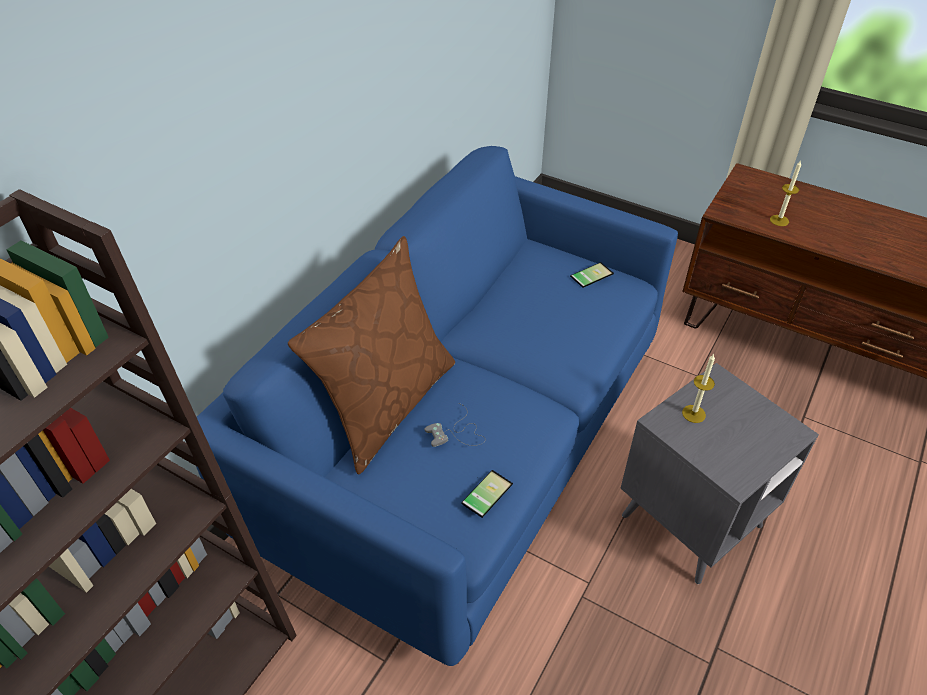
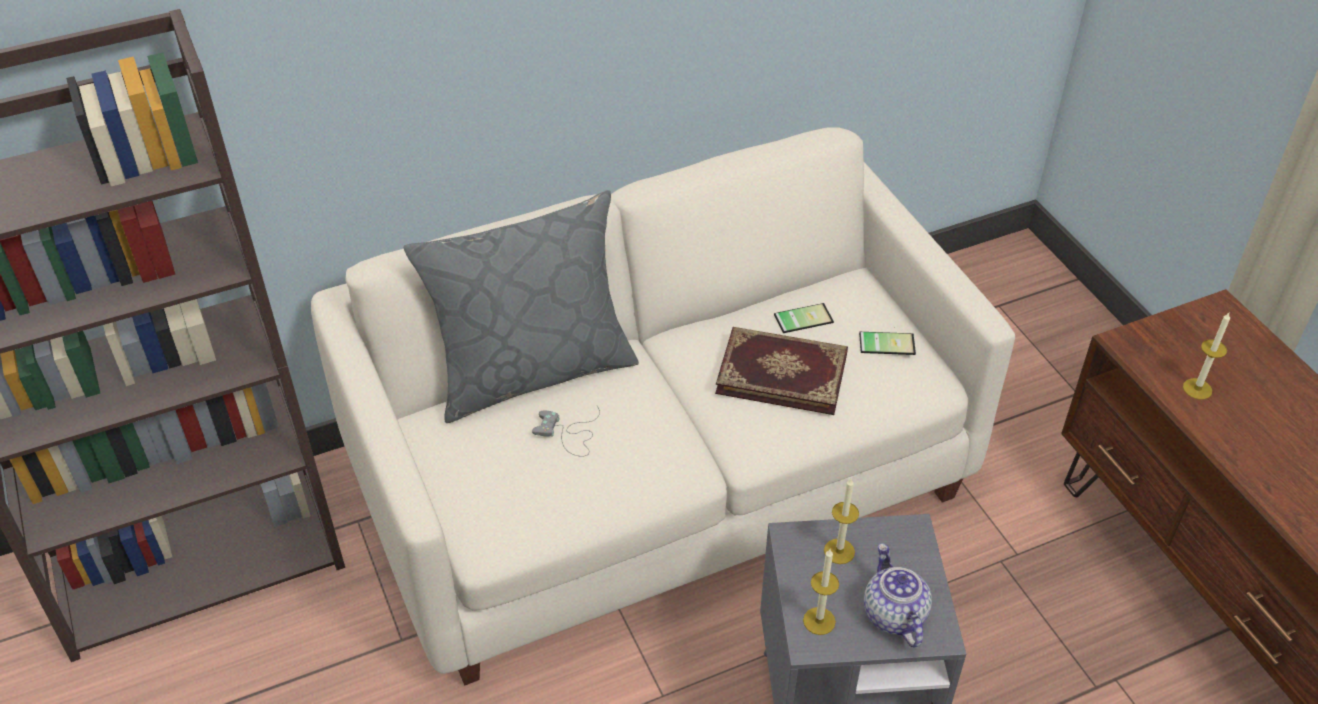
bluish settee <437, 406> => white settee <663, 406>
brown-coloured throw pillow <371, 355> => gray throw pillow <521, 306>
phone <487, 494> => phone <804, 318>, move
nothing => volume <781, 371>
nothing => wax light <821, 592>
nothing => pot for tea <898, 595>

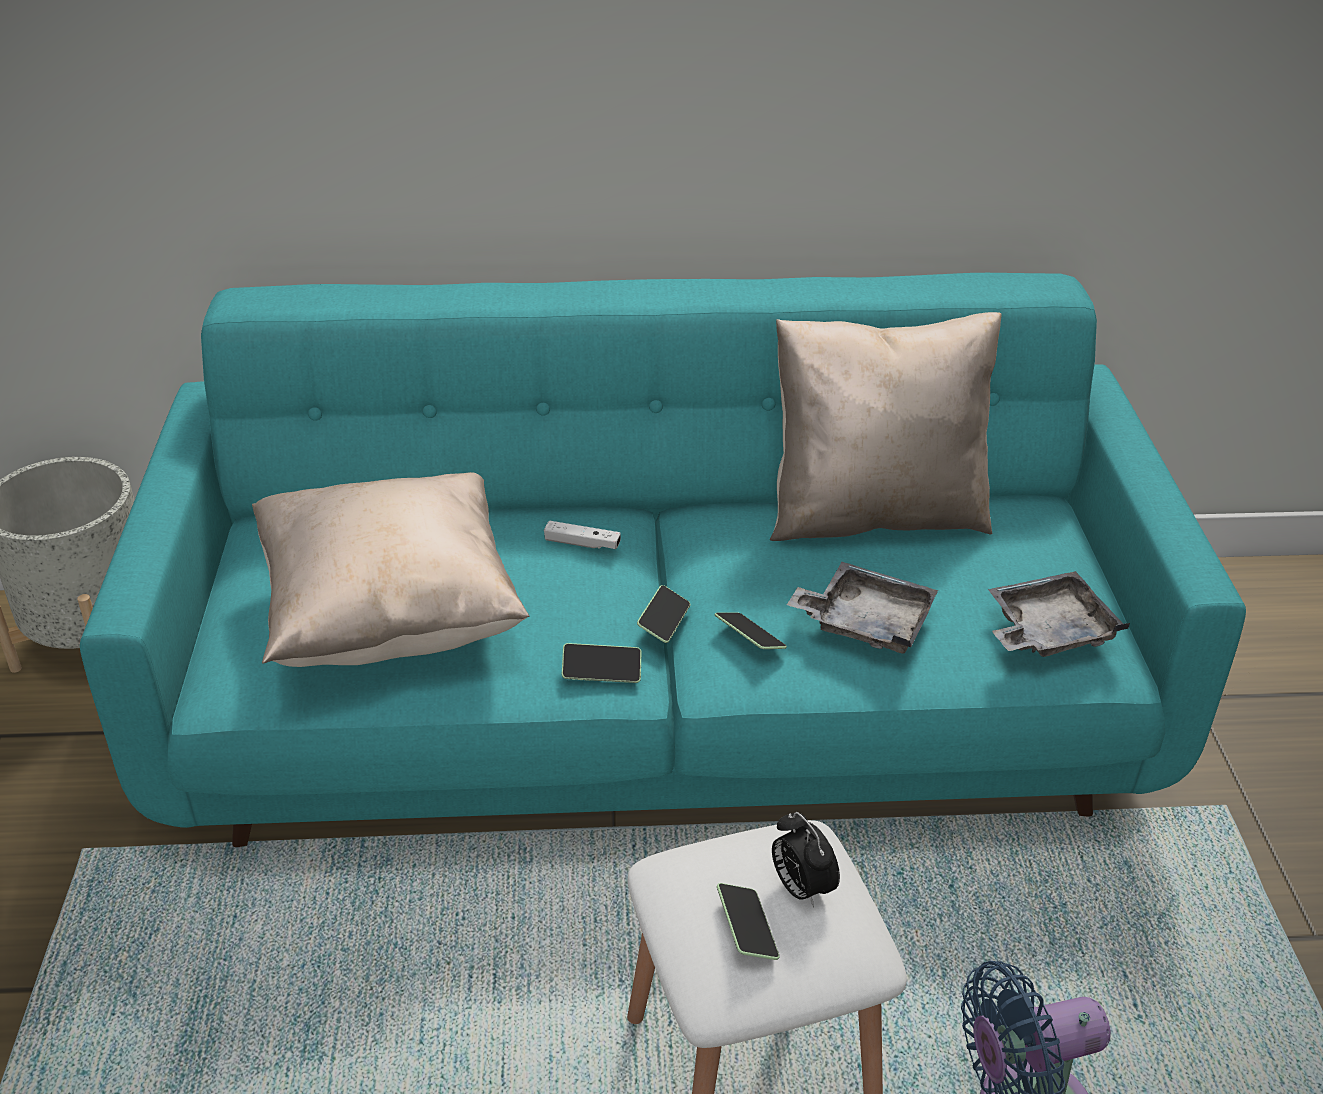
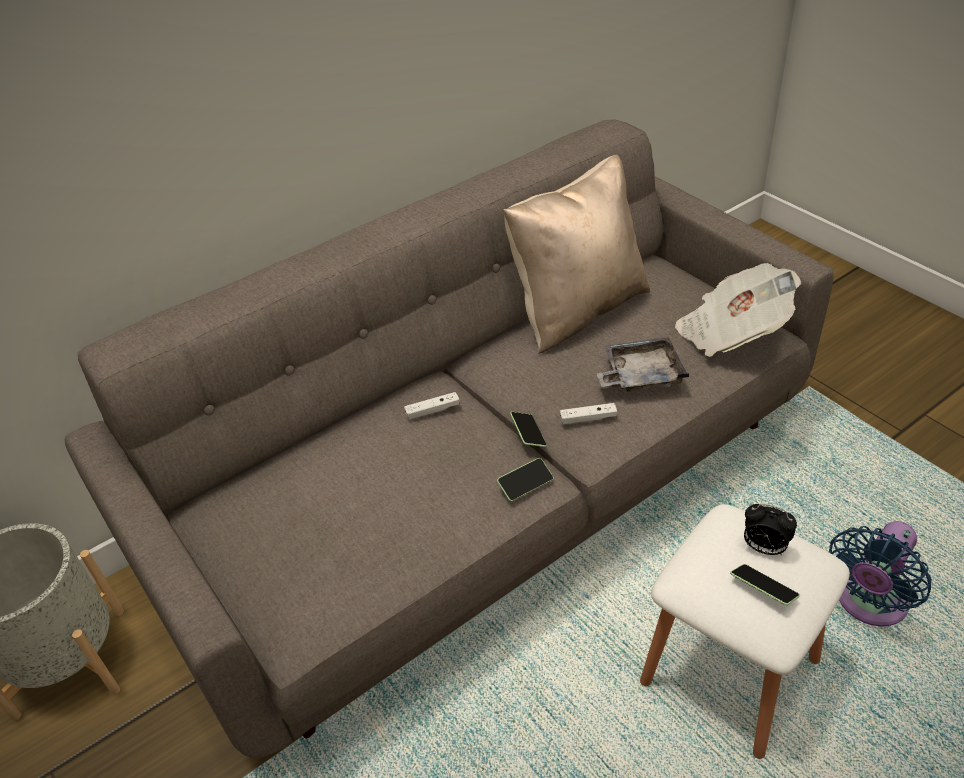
turquoise-coloured settee <663, 560> => gray settee <449, 438>
beige throw pillow <391, 569> => nothing
phone <751, 630> => white joypad <588, 414>
gray serving tray <1059, 614> => daily paper <738, 310>

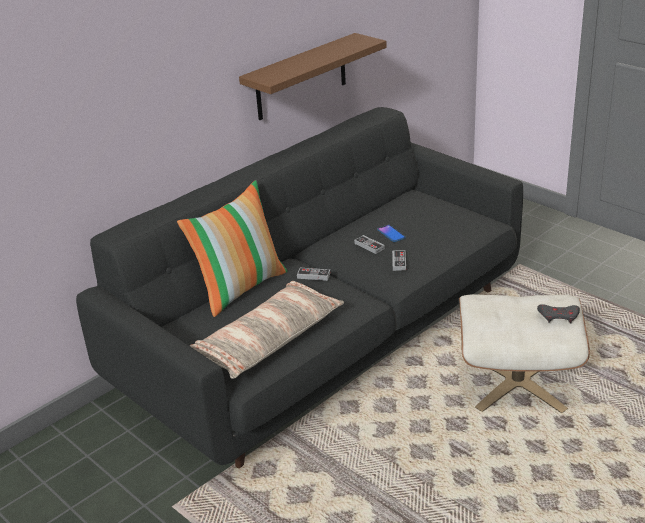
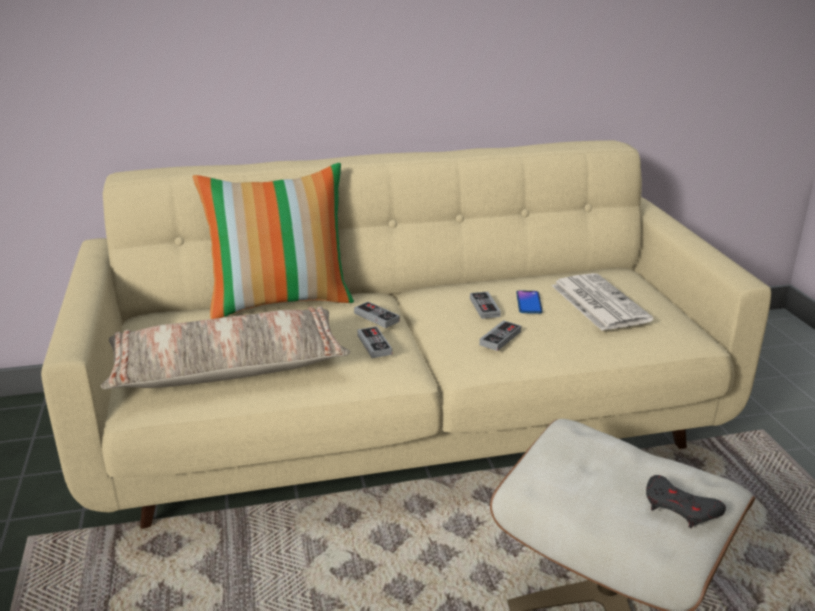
black-coloured settee <299, 287> => beige settee <406, 334>
brown-coloured wall shelf <313, 76> => nothing
nothing => joypad <374, 342>
nothing => daily paper <602, 302>

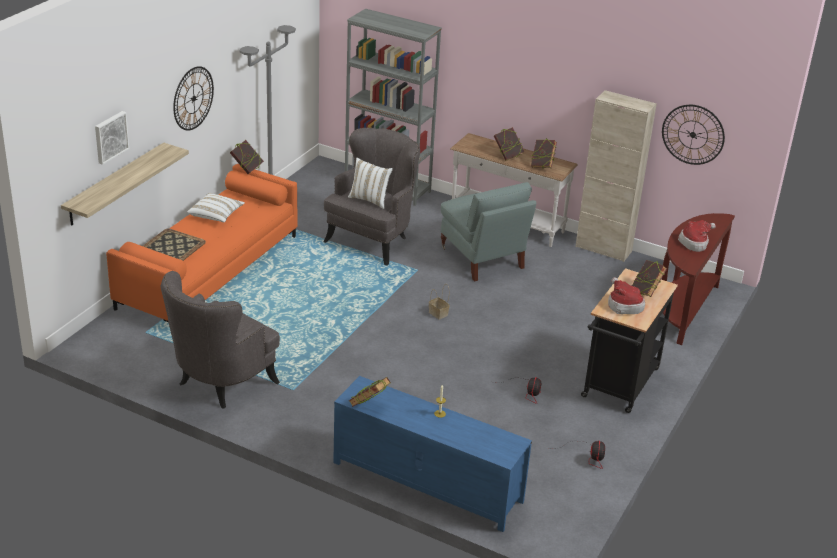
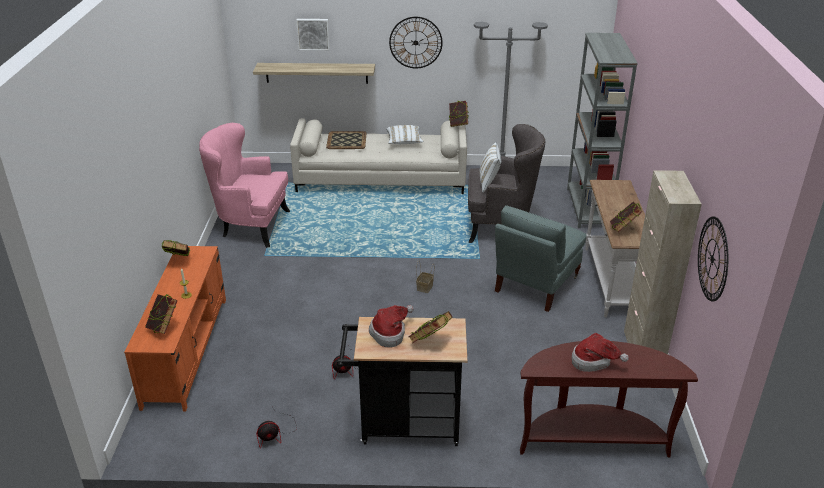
orange settee <201, 243> => beige settee <378, 156>
gray easy chair <220, 340> => pink-coloured easy chair <244, 185>
bluish media console <432, 454> => orange media console <175, 329>
volume <509, 144> => volume <161, 314>, move

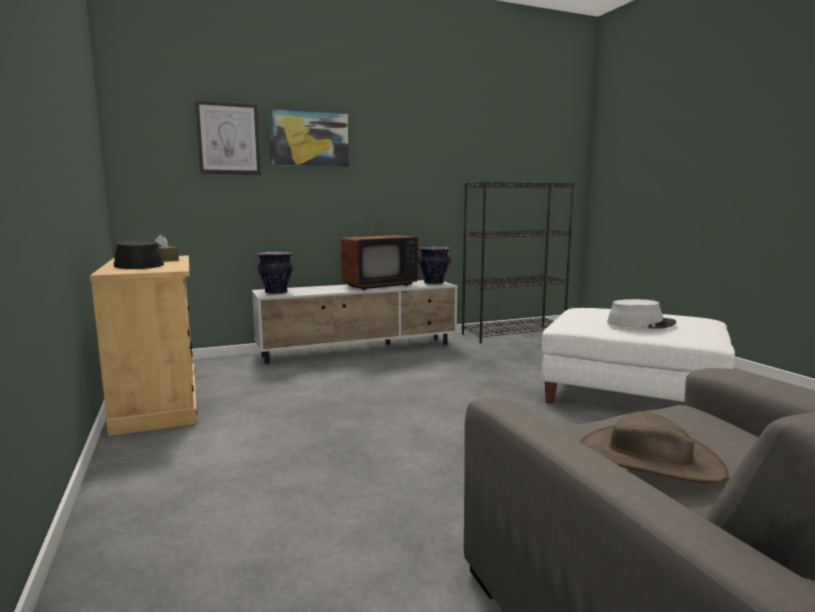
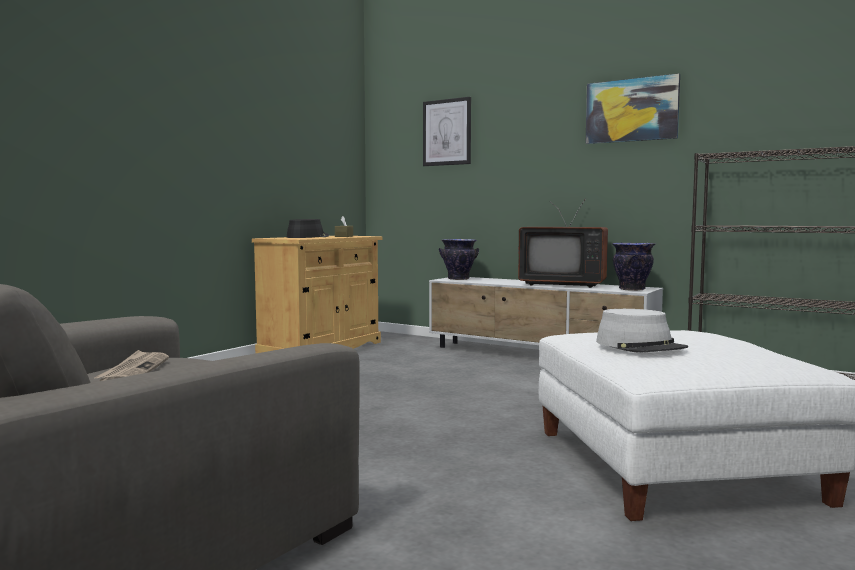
picture <308, 138> => picture <633, 108>, move
brown-coloured hat <654, 447> => daily paper <131, 365>

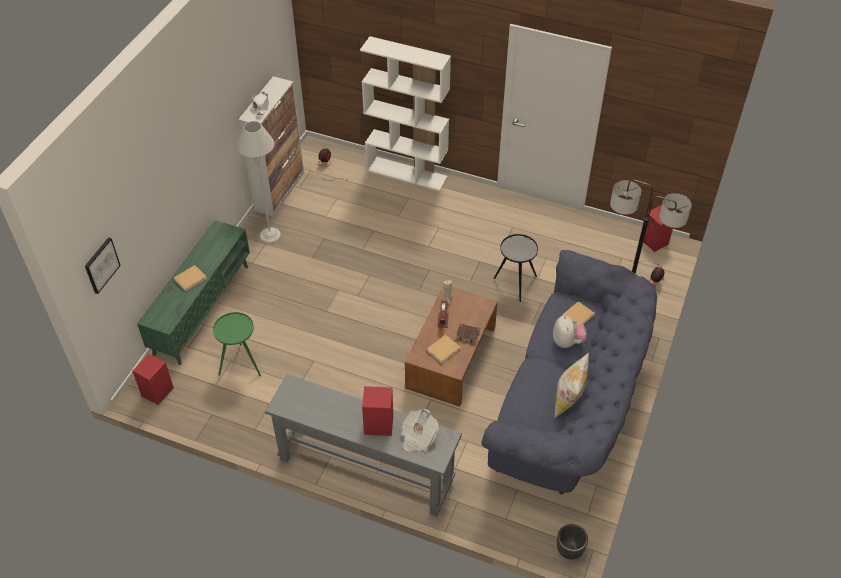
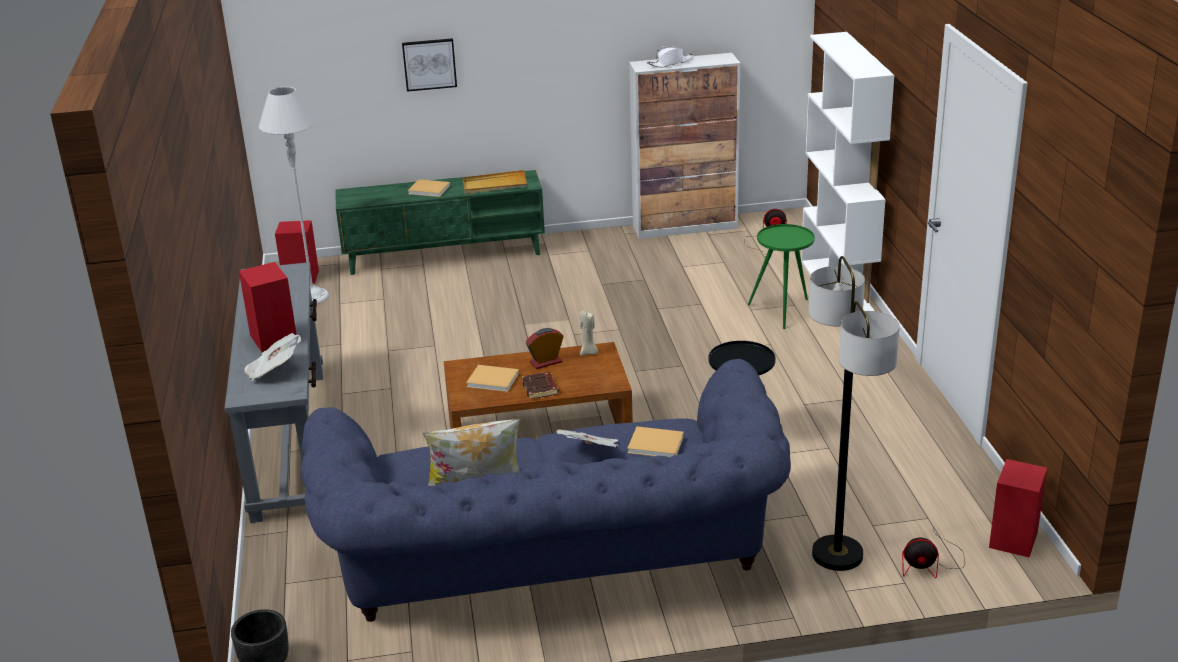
picture <103, 265> => picture <429, 65>, move
green-coloured end table <237, 344> => green-coloured end table <781, 276>, move
gray standard lamp <259, 182> => gray standard lamp <294, 195>, move
cuddly toy <570, 331> => daily paper <588, 438>
nothing => beige serving tray <495, 182>

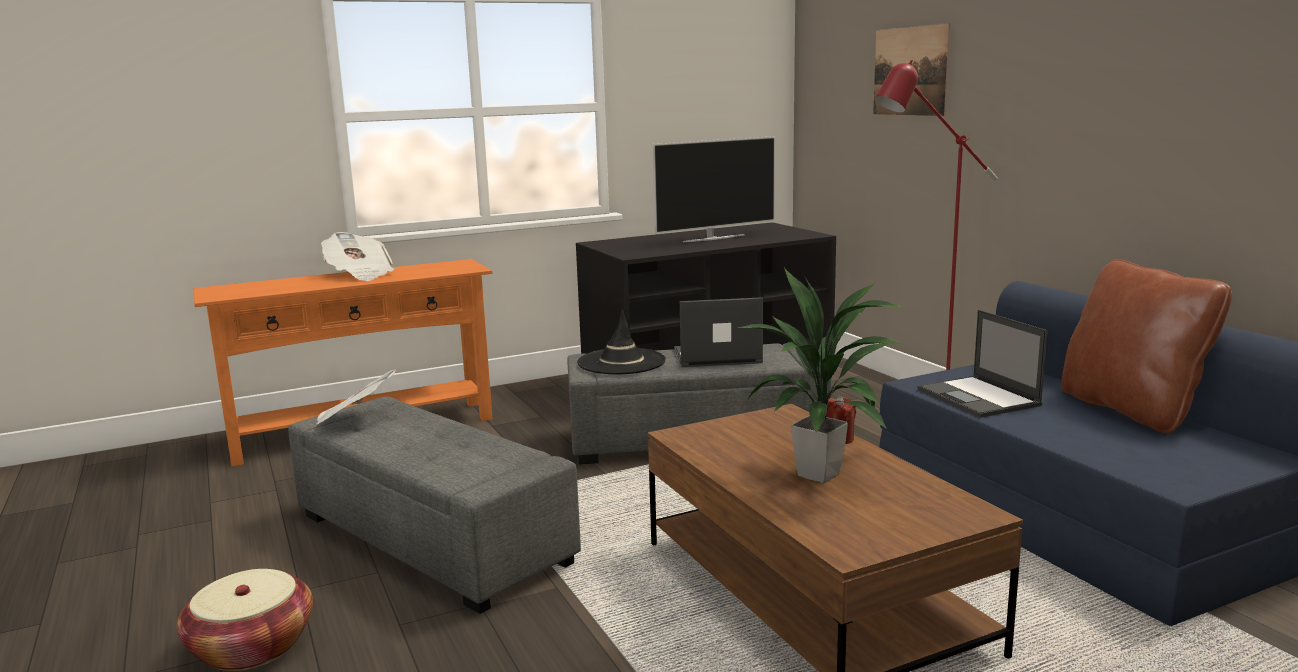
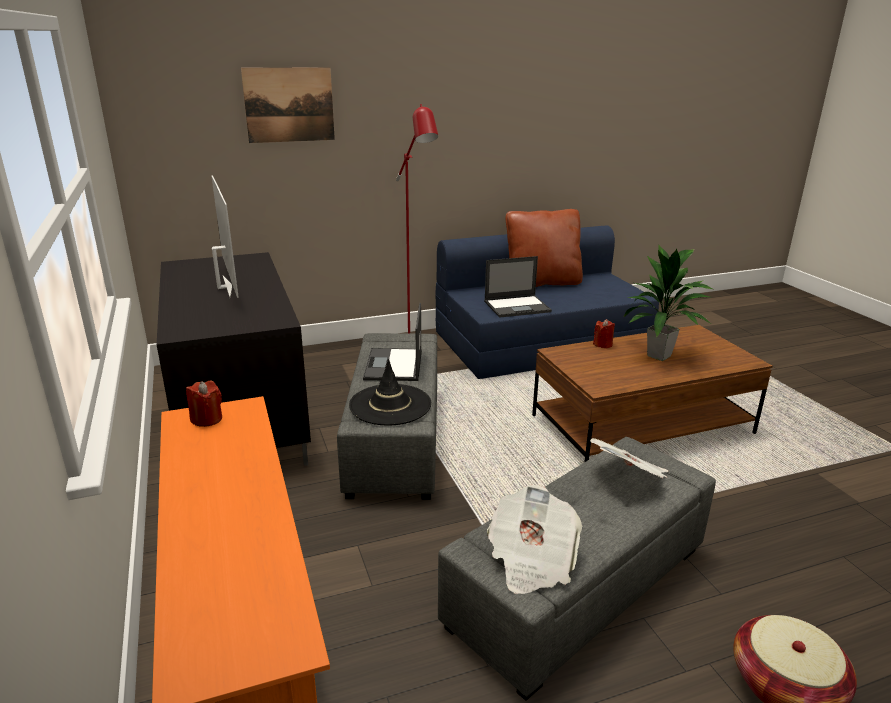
daily paper <358, 256> => daily paper <629, 458>, move
nothing => red wax light <204, 404>

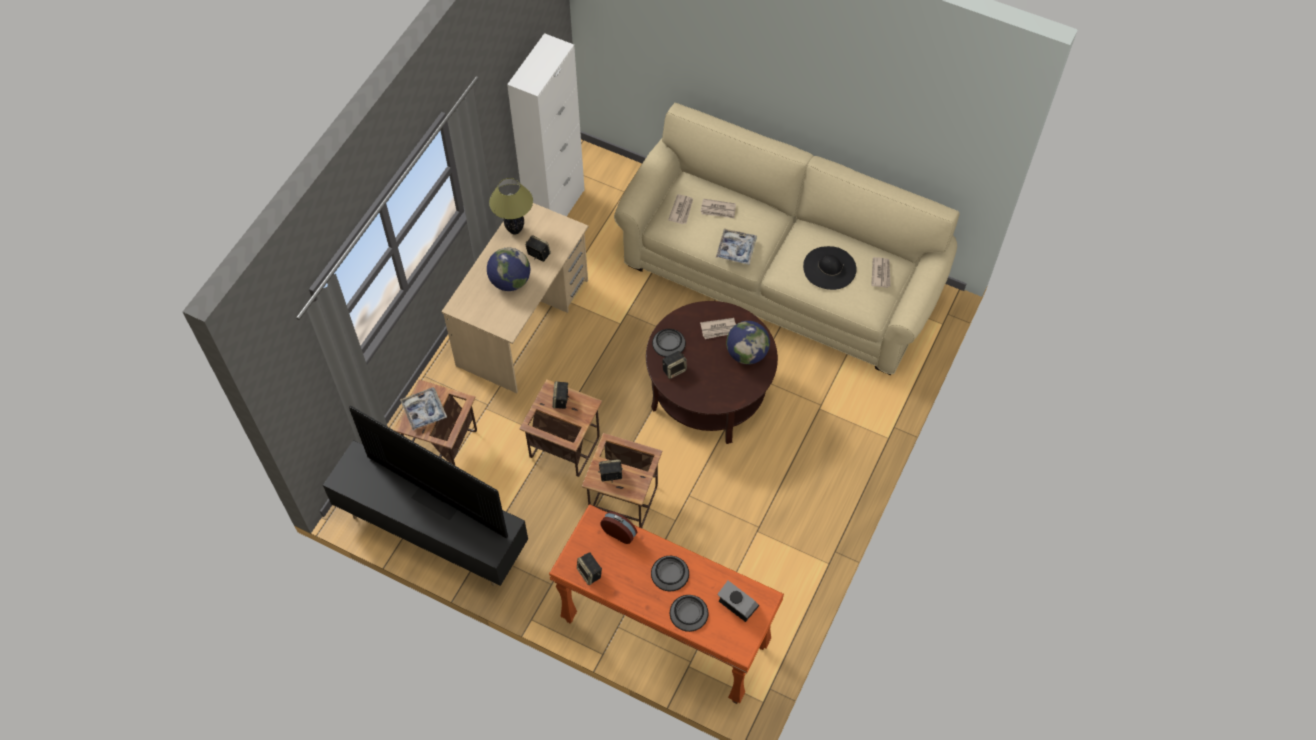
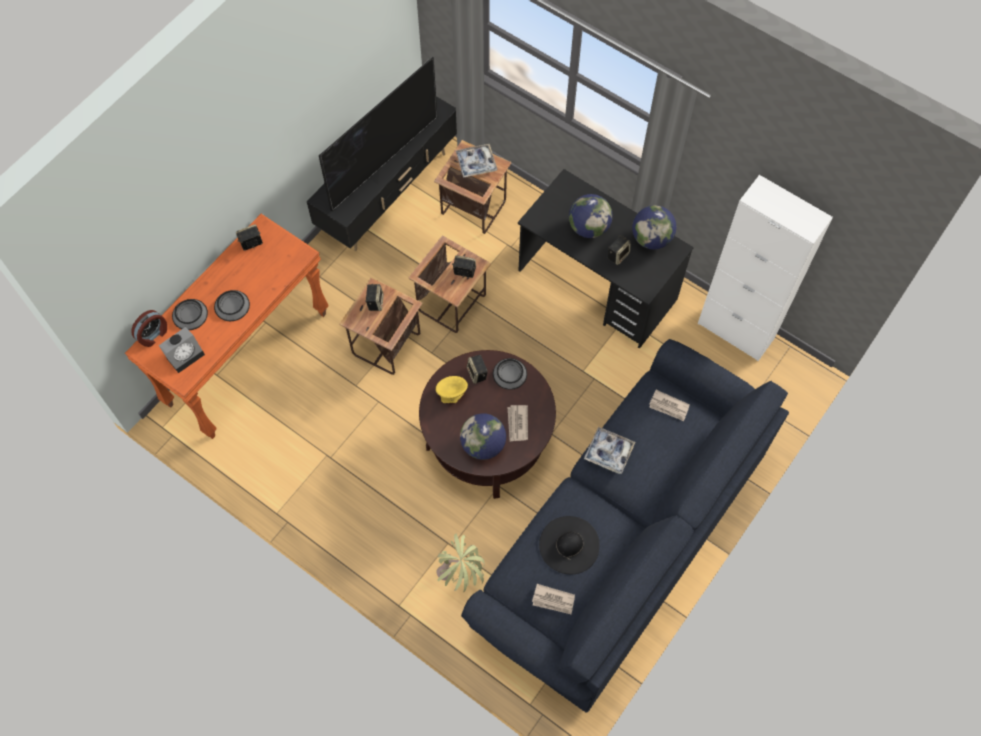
beige desk table <514, 298> => black-coloured desk table <606, 259>
lamp for a table <511, 206> => globe <654, 227>
alarm clock <619, 527> => alarm clock <149, 328>, move
beige settee <787, 239> => bluish settee <625, 526>
daily paper <718, 208> => nothing
nothing => yellow bowl <452, 389>
nothing => potted plant <460, 562>

